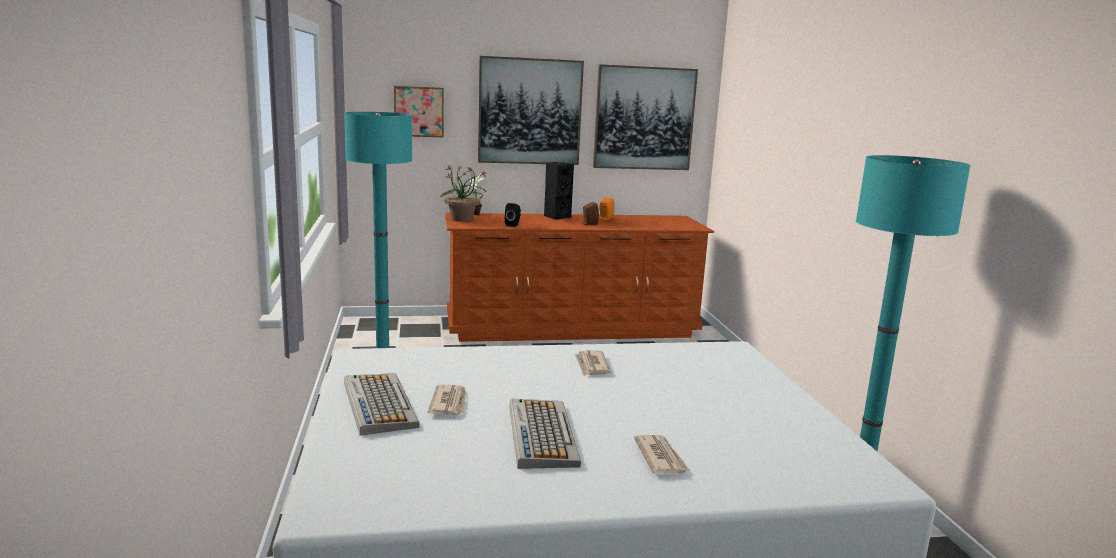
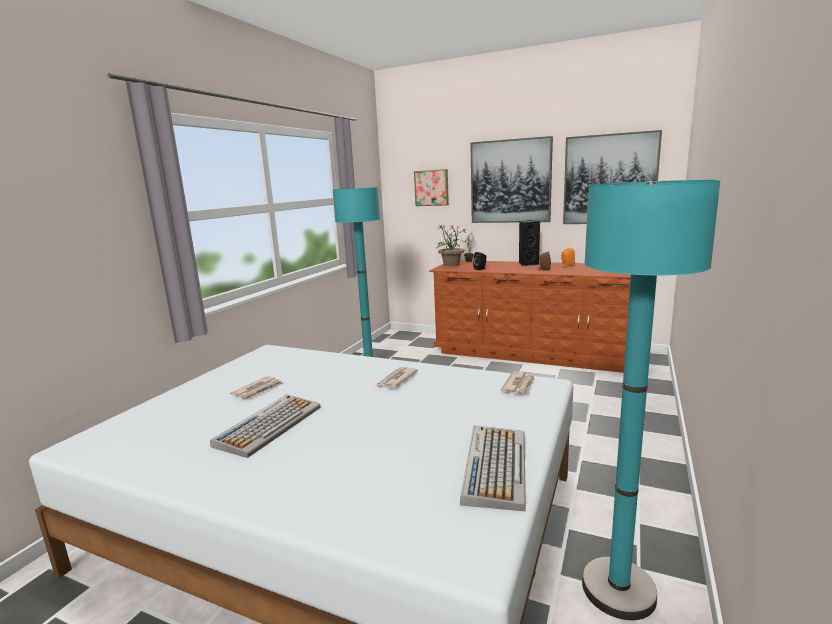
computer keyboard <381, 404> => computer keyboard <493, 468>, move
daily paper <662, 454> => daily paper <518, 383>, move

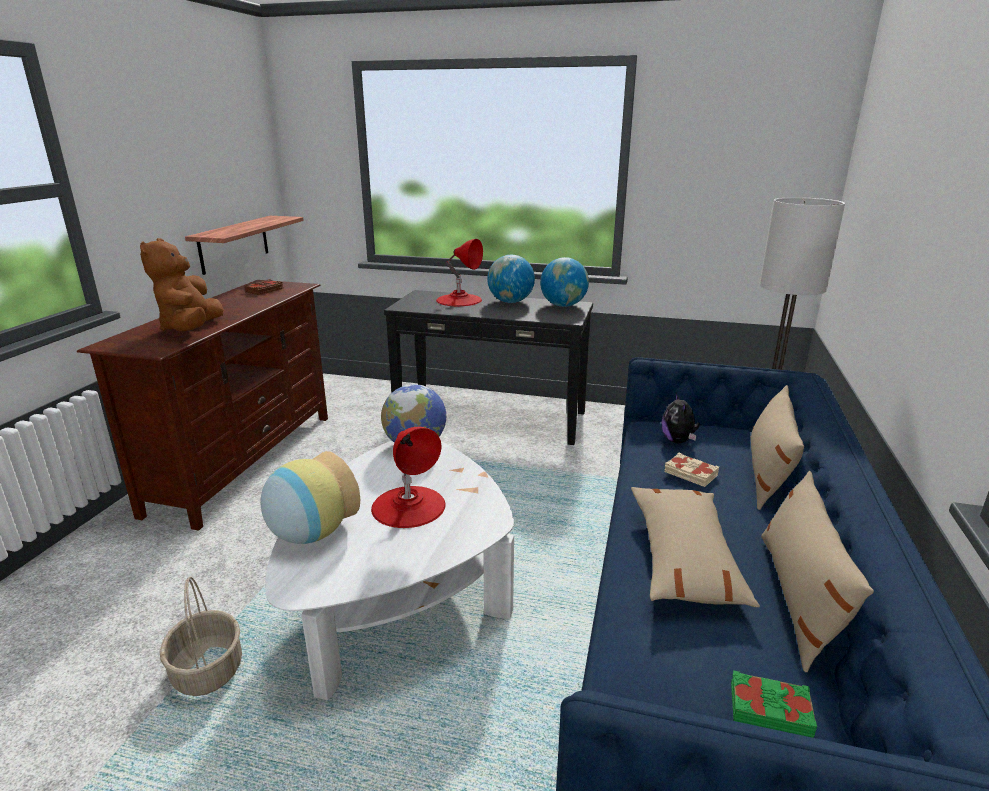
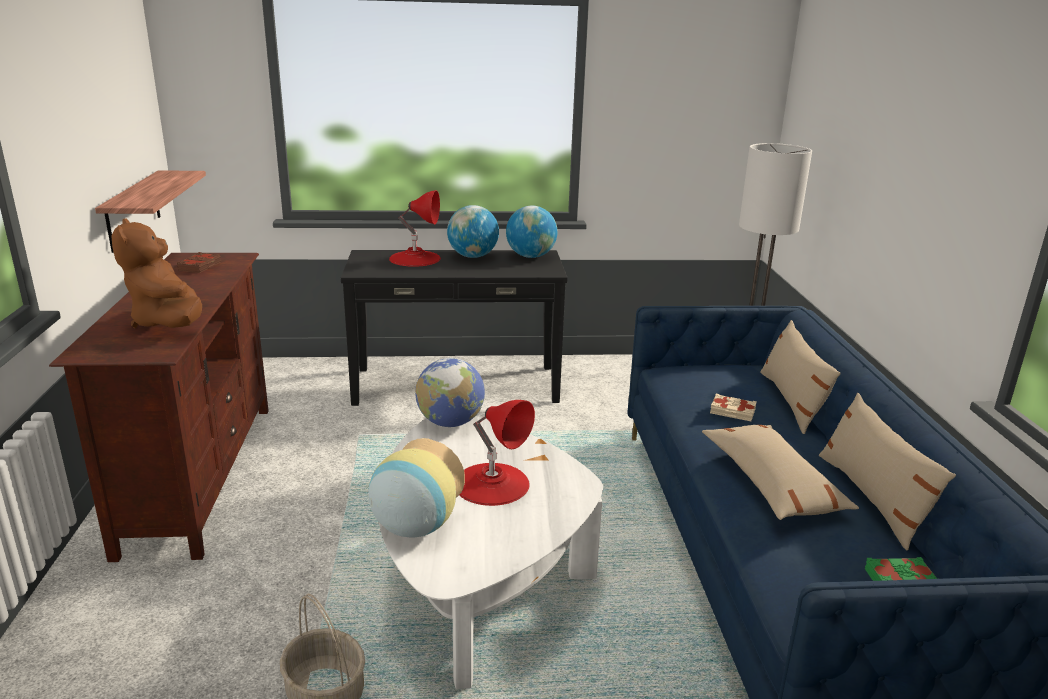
cuddly toy <681, 418> => nothing

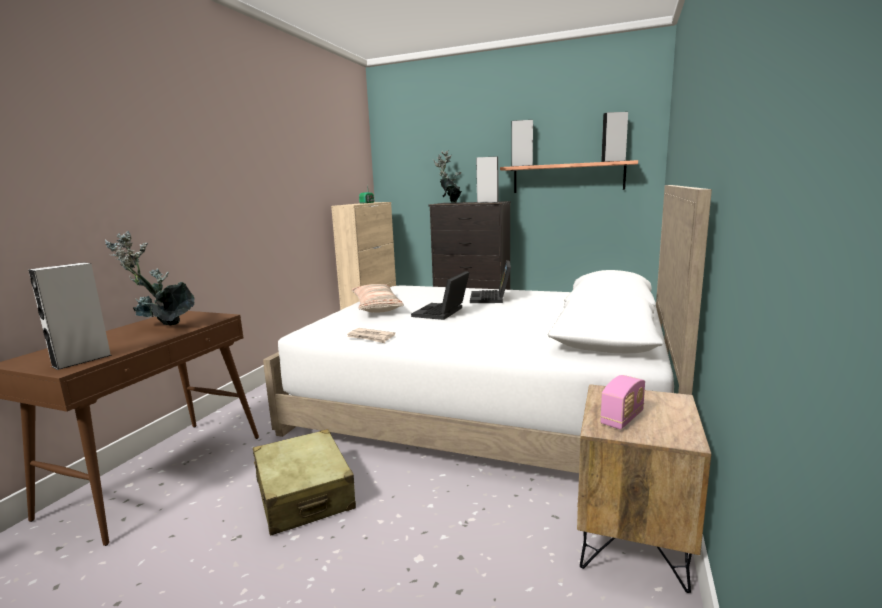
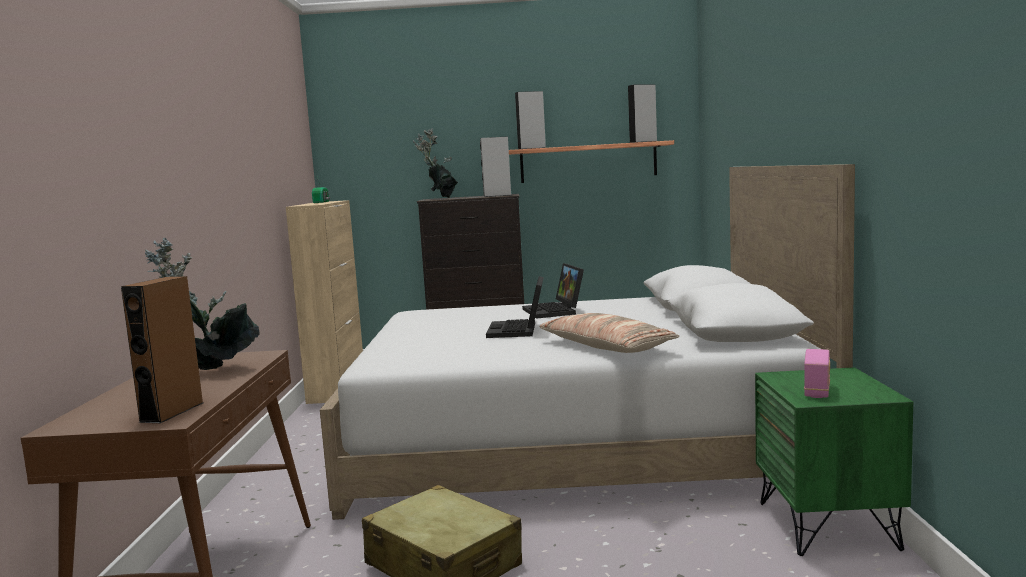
gray speaker <70, 316> => brown-coloured speaker <162, 349>
daily paper <371, 335> => nothing
throw pillow <378, 298> => throw pillow <609, 333>, move
brown-coloured nightstand <644, 488> => green-coloured nightstand <834, 461>

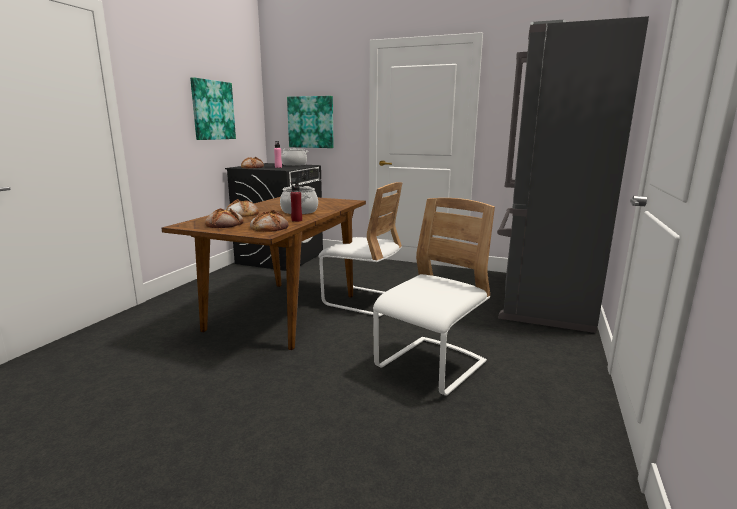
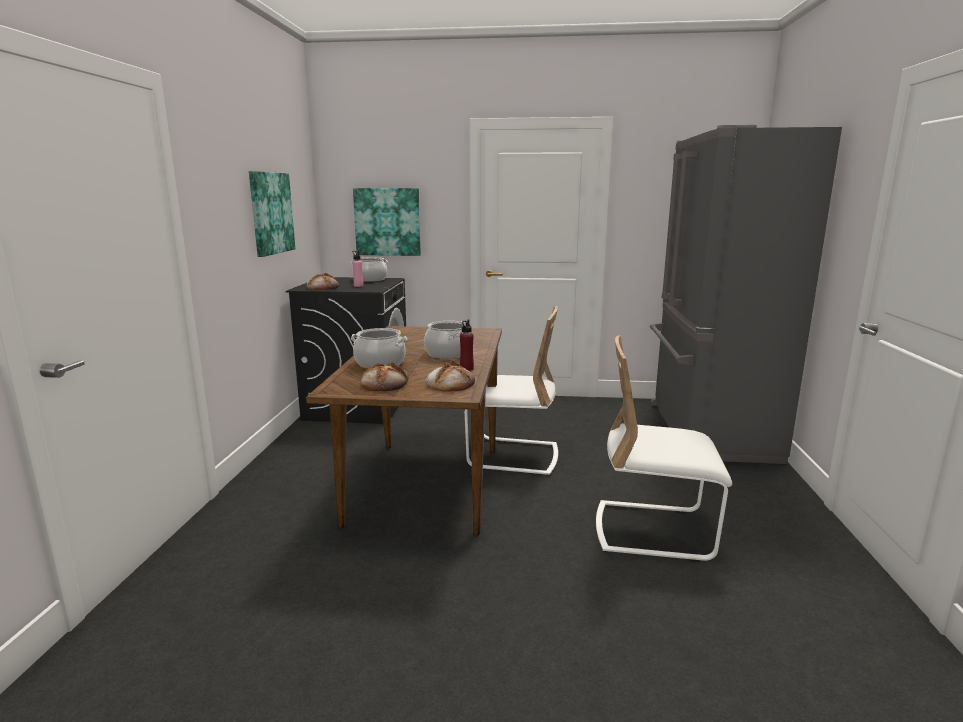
baked bread <242, 208> => stockpot <379, 348>
white plain chair <434, 297> => white plain chair <664, 448>, 105 degrees counterclockwise

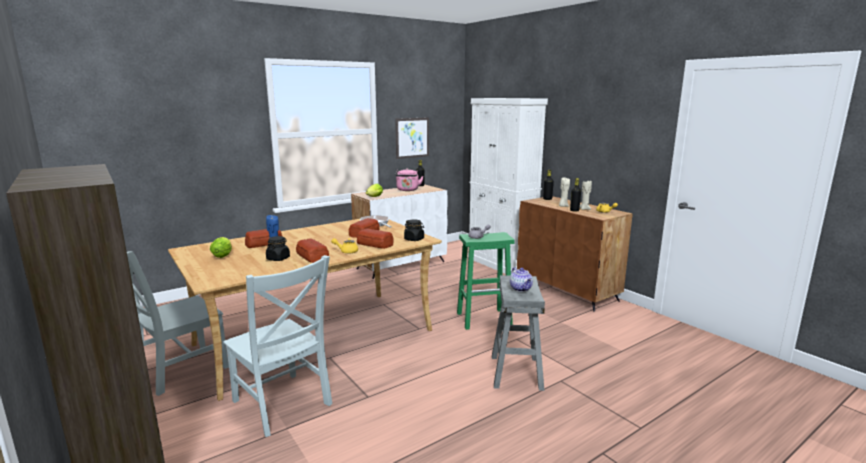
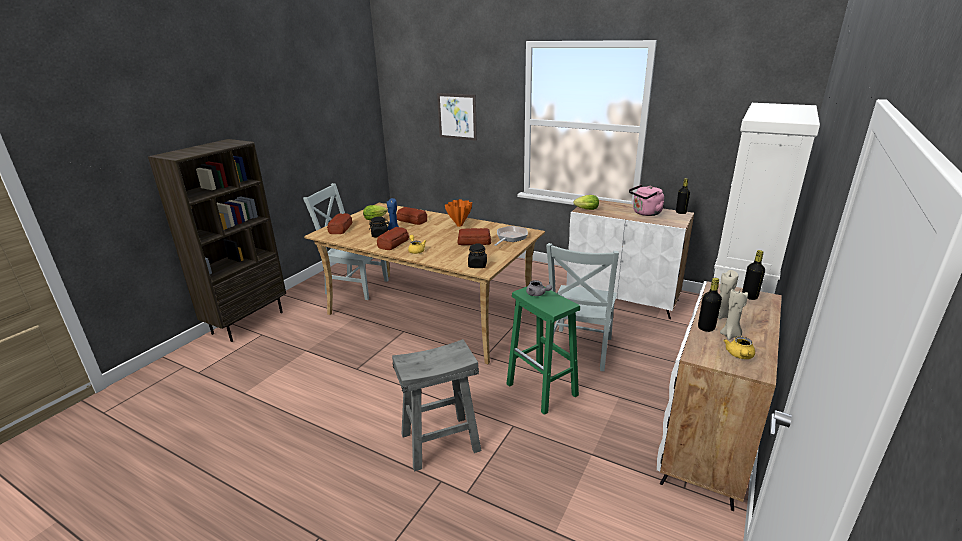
gray plain chair <277, 346> => gray plain chair <582, 307>, move
baked bread <375, 238> => baked bread <339, 223>, move
picture <412, 138> => picture <457, 117>, move
pot for tea <521, 279> => nothing
brown-coloured cupboard <575, 254> => white cupboard <719, 396>
nothing => orange vase <458, 213>

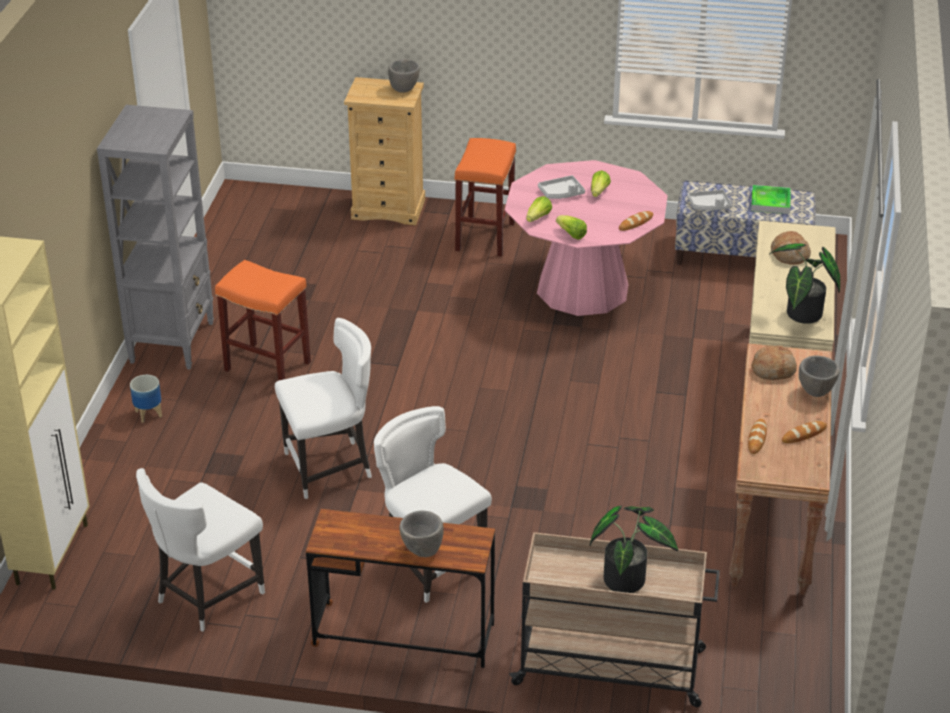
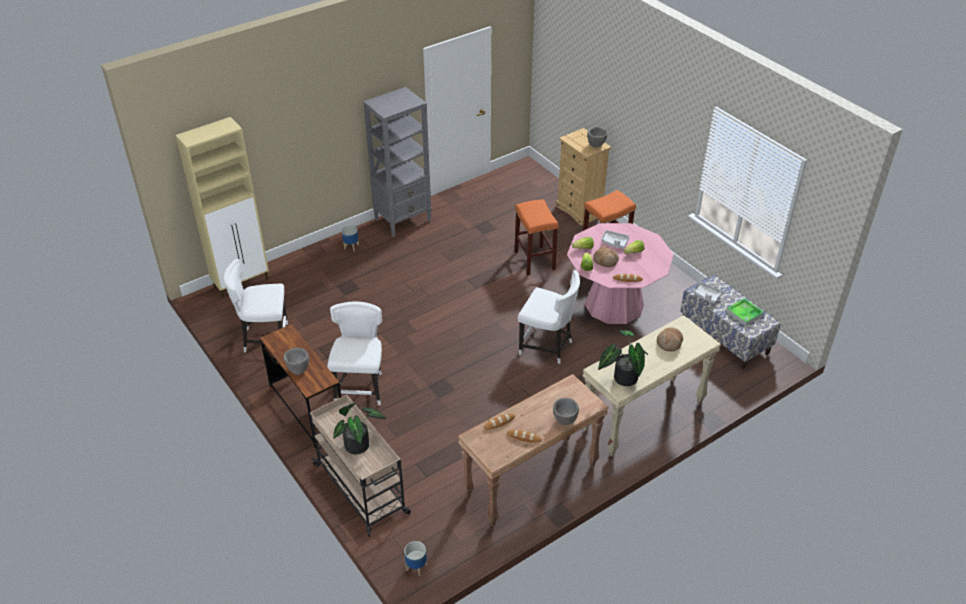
orange sitting stool <263, 320> => orange sitting stool <536, 237>, move
white plain chair <323, 408> => white plain chair <549, 317>, move
baked bread <774, 362> => baked bread <606, 257>, move
nothing => plant pot <415, 558>

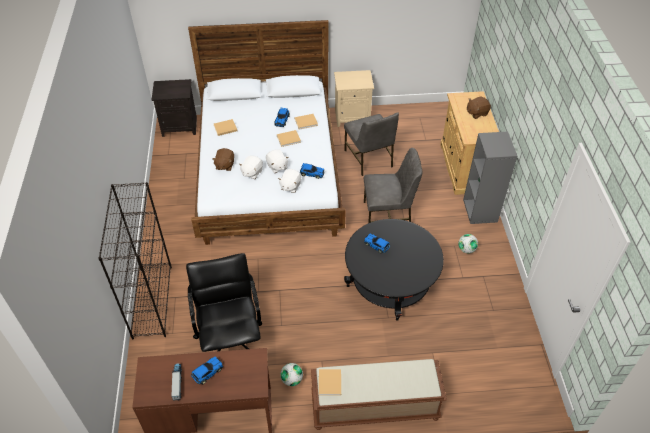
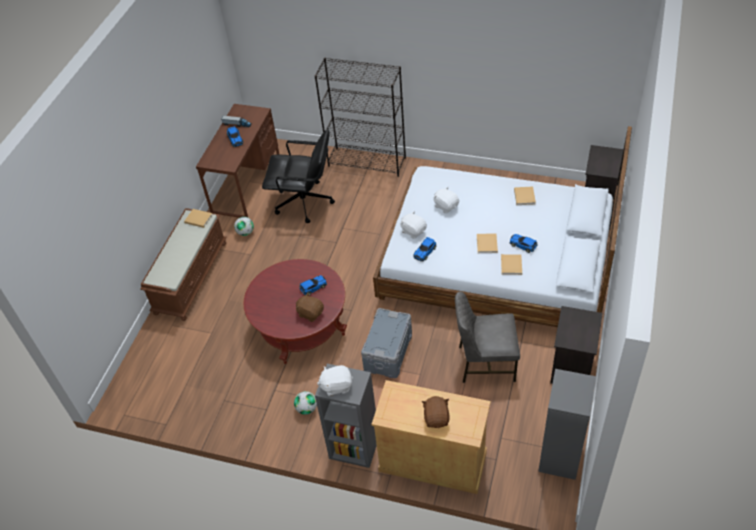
brown-coloured cuddly toy <223, 159> => brown-coloured cuddly toy <310, 307>, move
white cuddly toy <277, 161> => white cuddly toy <335, 380>, move
beige nightstand <354, 98> => black-coloured nightstand <576, 345>
black-coloured lounge table <394, 270> => red lounge table <295, 311>
gray plain chair <393, 185> => gray storage box <386, 343>
nothing => gray shelving unit <567, 424>

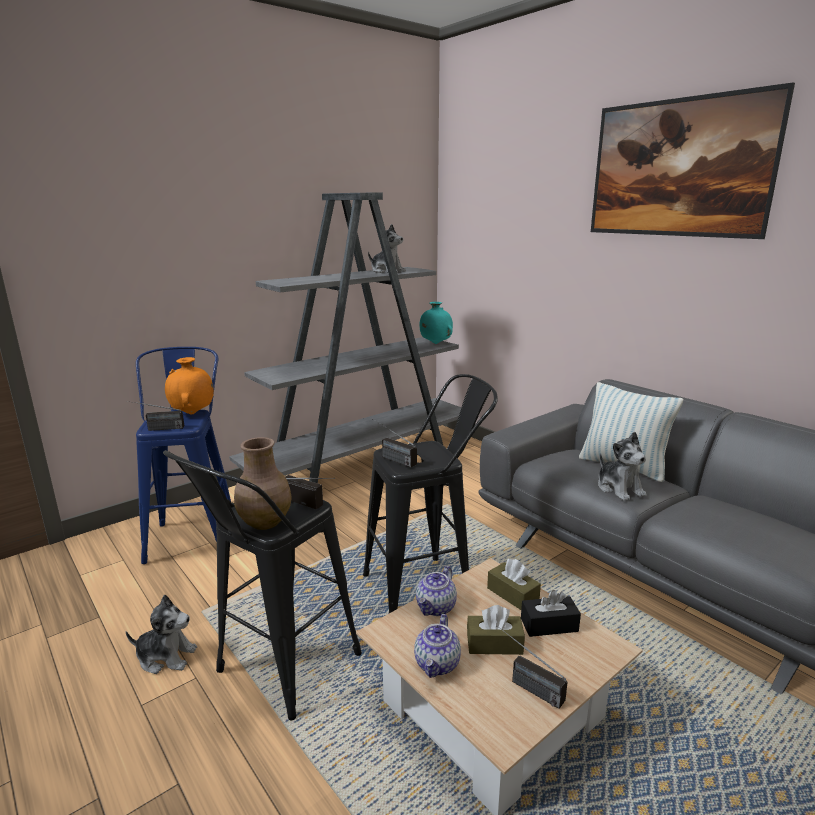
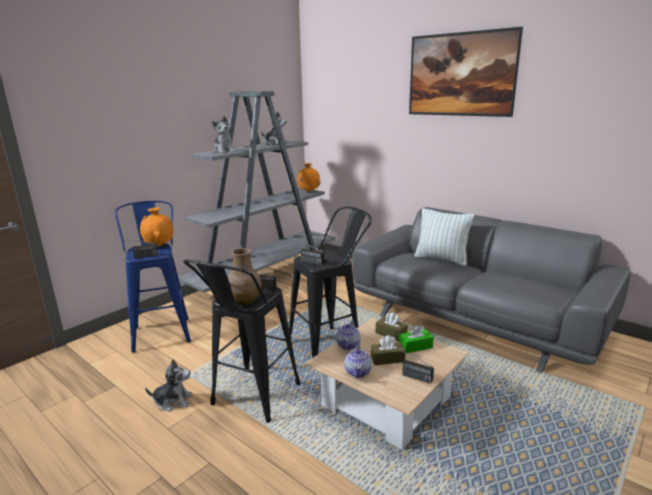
turquoise-coloured vase <436, 323> => orange vase <309, 177>
black-coloured tissue box <551, 613> => green-coloured tissue box <416, 339>
cuddly toy <622, 466> => cuddly toy <224, 134>, move

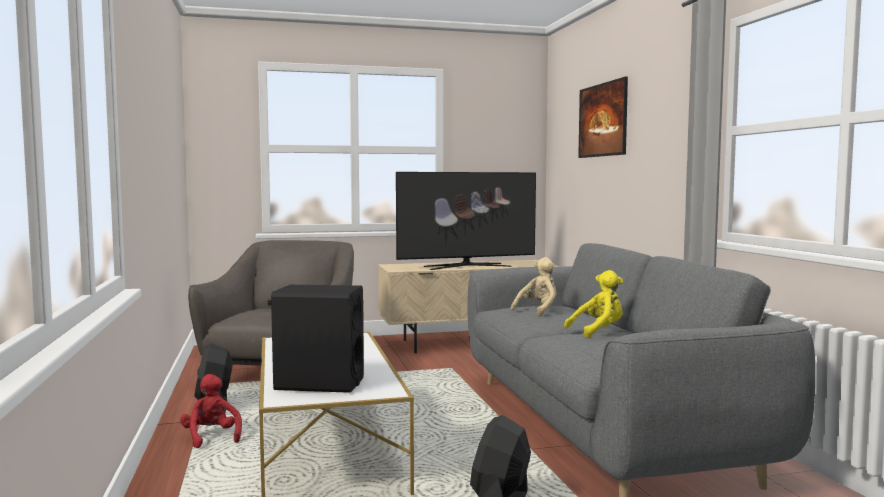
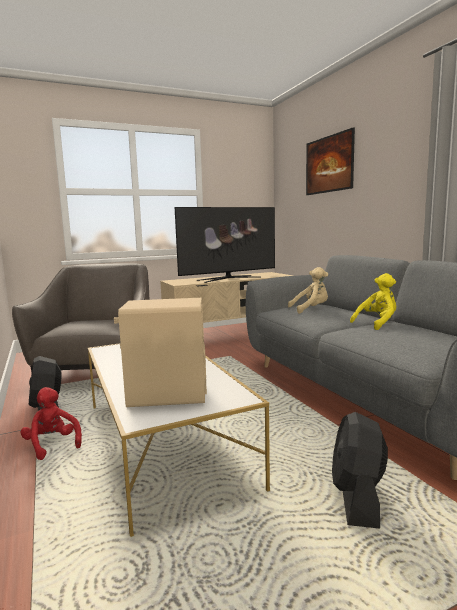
black-coloured speaker <316, 339> => beige speaker <160, 352>
beige cuddly toy <533, 287> => beige cuddly toy <308, 290>, 45 degrees clockwise

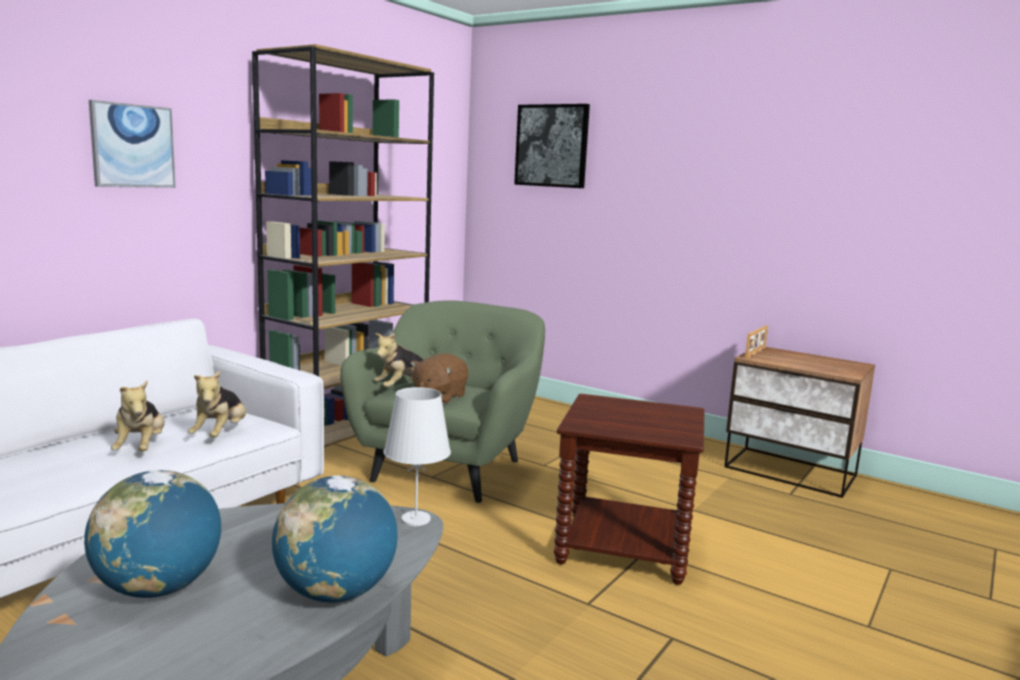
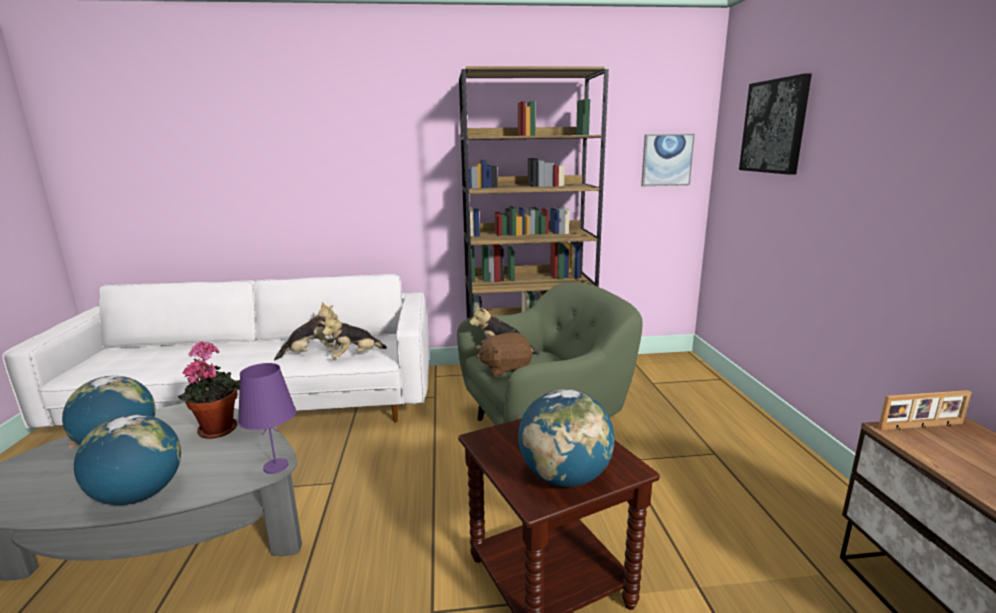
picture <132, 144> => picture <668, 160>, move
cuddly toy <138, 415> => cuddly toy <306, 331>, 150 degrees counterclockwise
white lamp for a table <417, 456> => purplish lamp for a table <267, 418>
nothing => potted plant <208, 390>
nothing => globe <566, 438>

